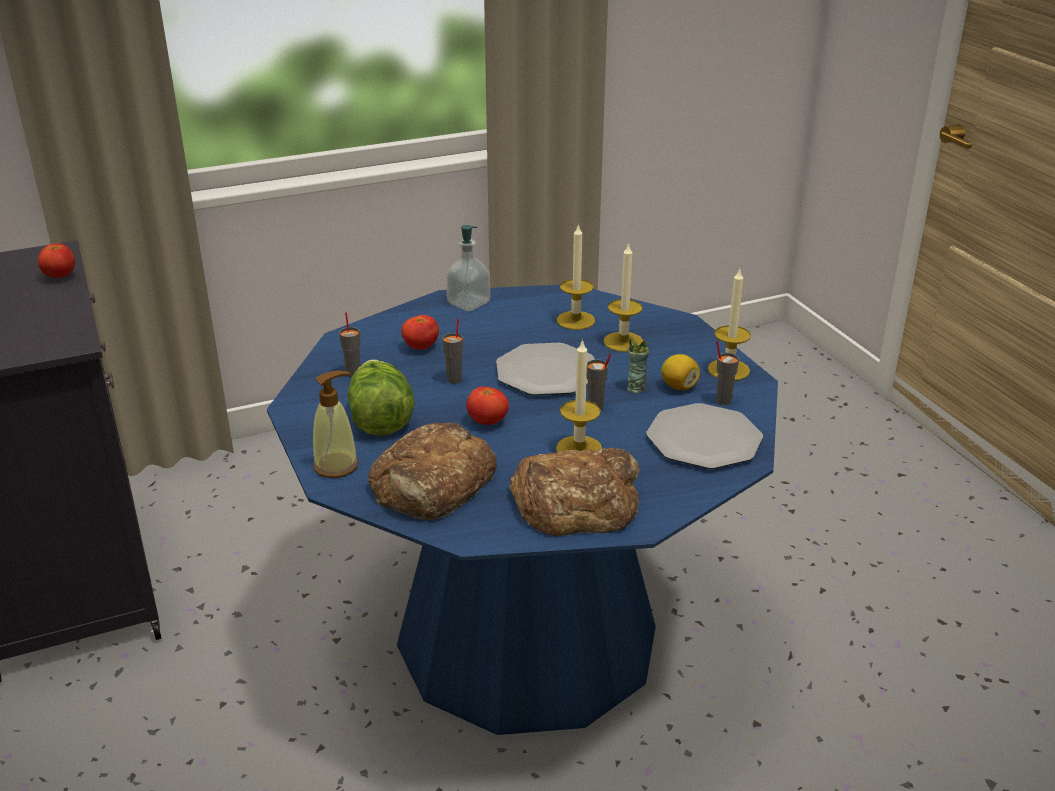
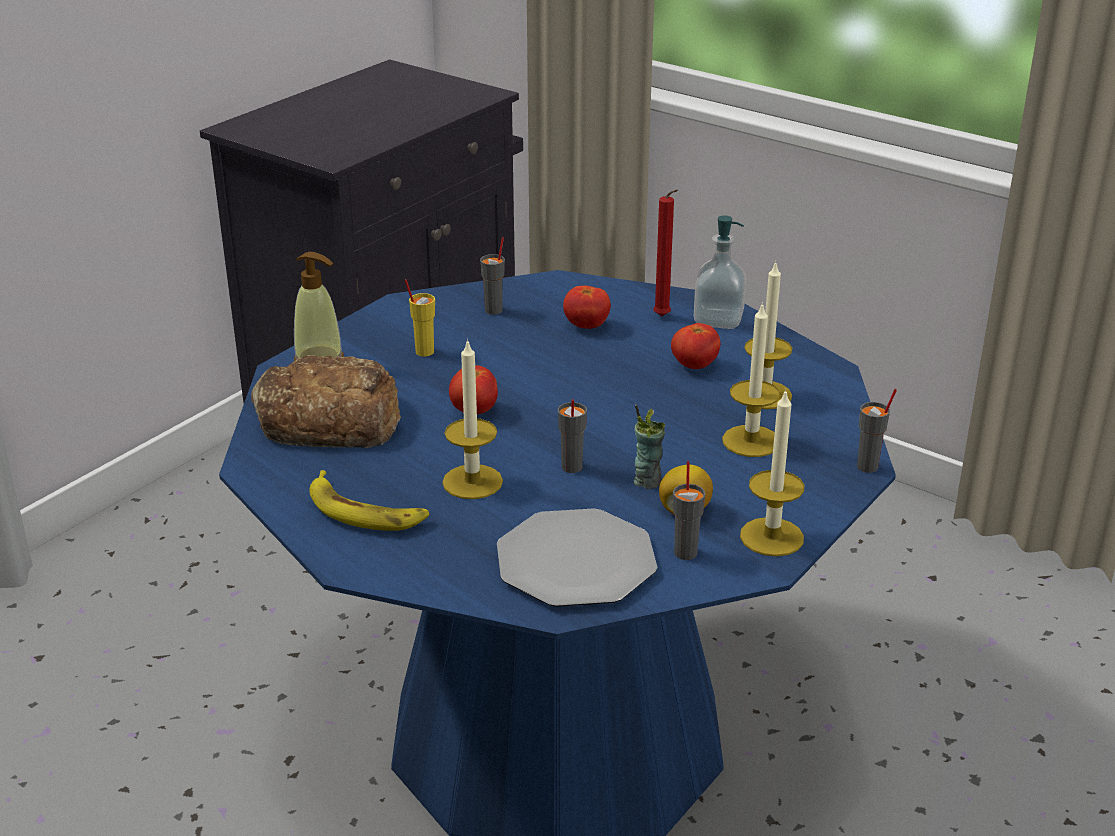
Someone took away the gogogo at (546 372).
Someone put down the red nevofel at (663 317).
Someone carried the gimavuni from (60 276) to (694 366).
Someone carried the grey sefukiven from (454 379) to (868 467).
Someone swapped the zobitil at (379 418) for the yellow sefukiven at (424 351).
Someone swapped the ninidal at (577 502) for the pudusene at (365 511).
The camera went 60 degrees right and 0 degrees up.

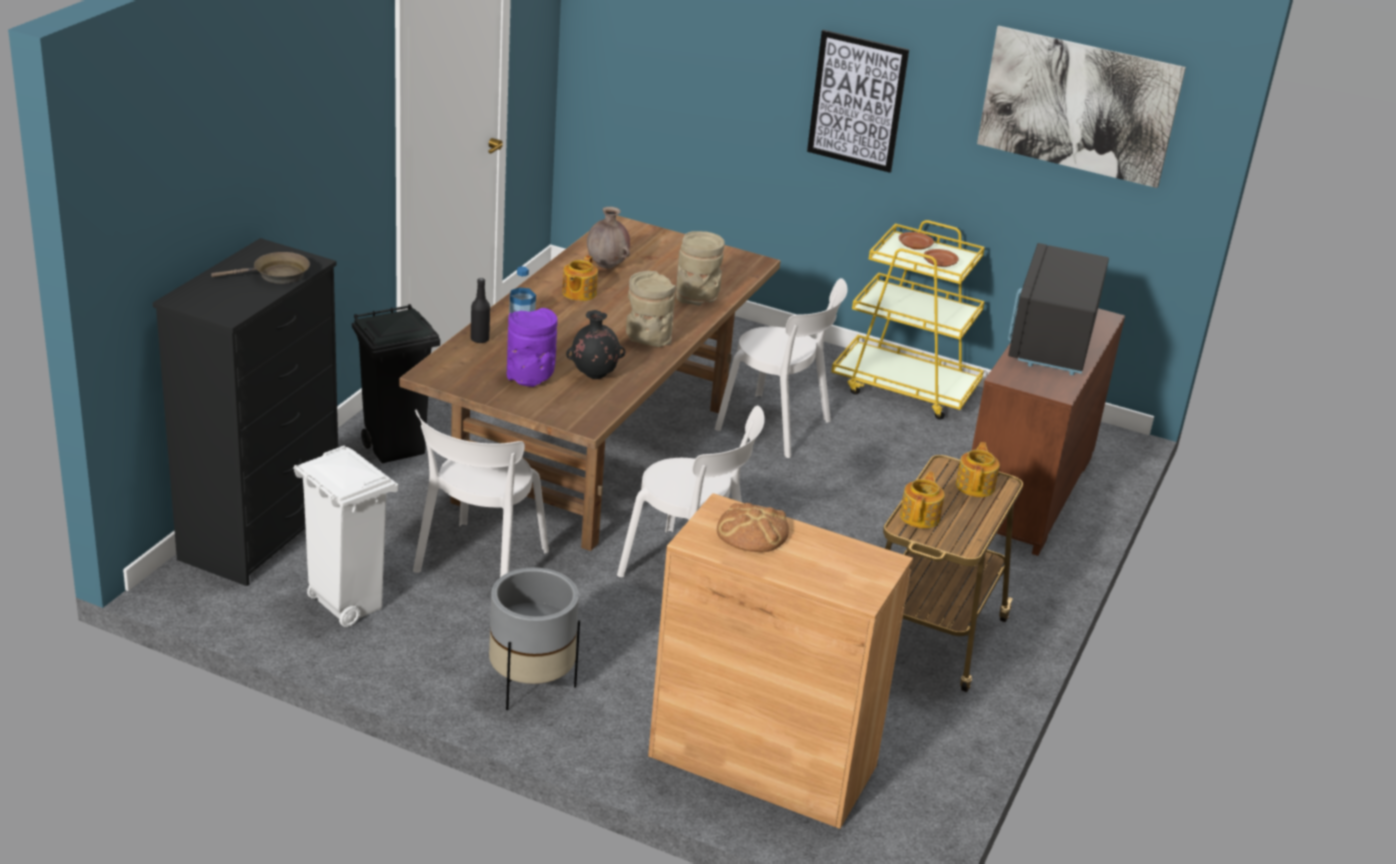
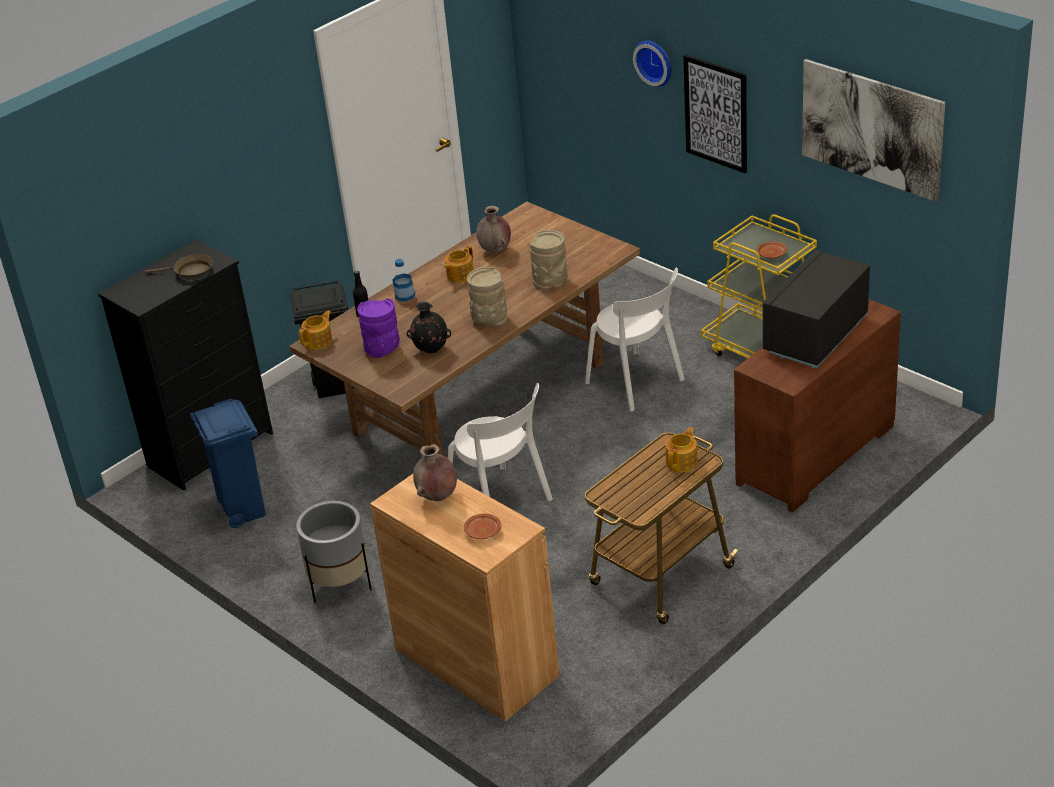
Someone took away the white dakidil at (478 564).
Someone put up the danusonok at (655 61).
Someone carried the brown gogogo from (914 246) to (482 532).
Someone carried the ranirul from (920 516) to (319 341).
Someone swapped the ninidal at (752 532) for the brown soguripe at (437 497).
Someone repainted the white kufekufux at (346 605), which became the blue kufekufux at (243 511).
The camera went 25 degrees right and 5 degrees up.

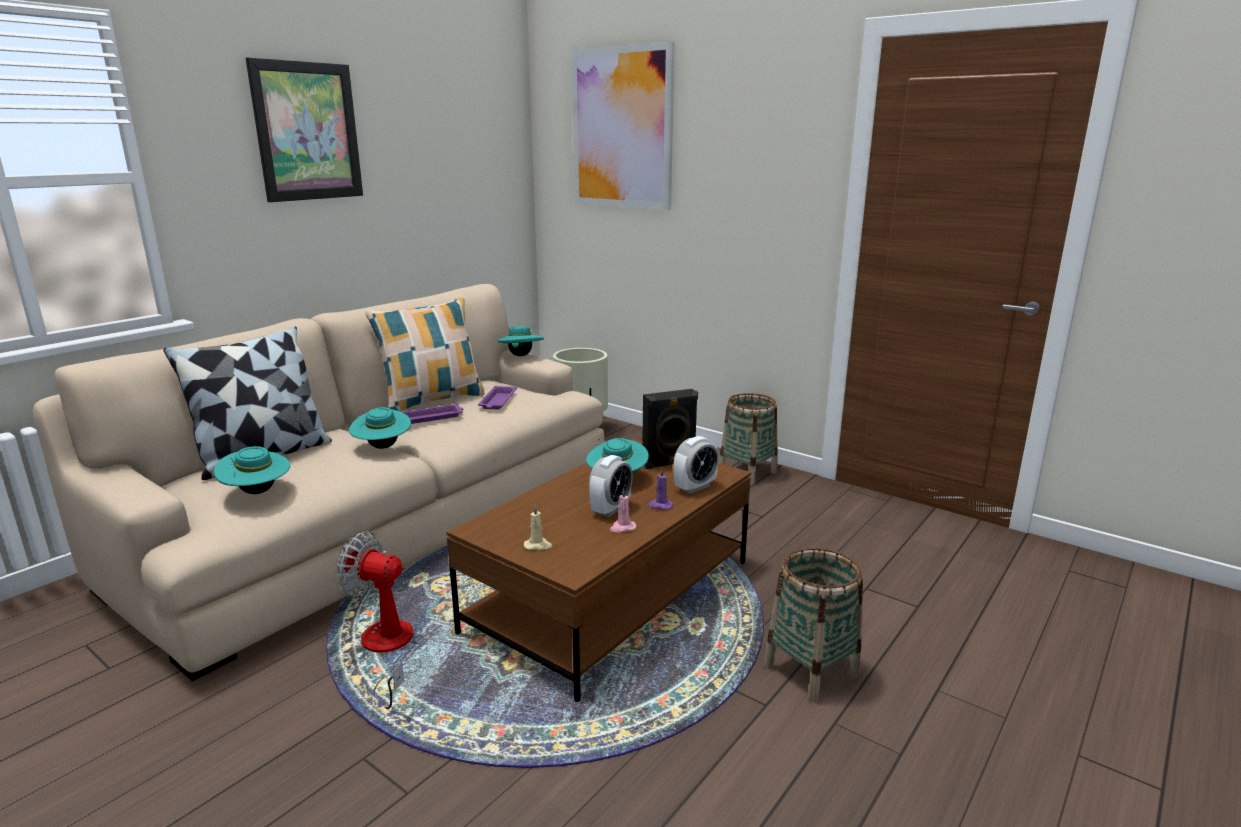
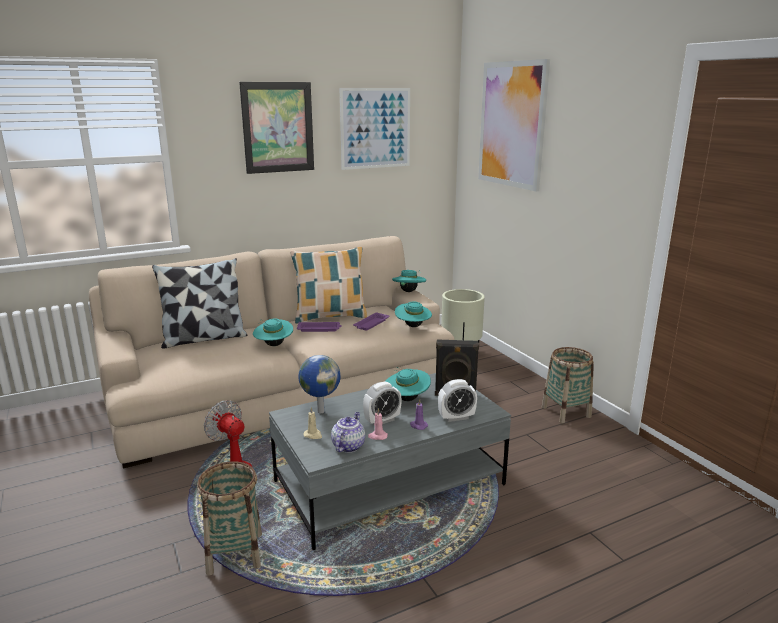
Someone put down the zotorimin at (320 411).
Someone put down the ranirul at (348 446).
Someone put up the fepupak at (375 128).
Someone carried the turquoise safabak from (257 492) to (413 326).
Someone carried the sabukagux from (810 670) to (235 553).
Someone repainted the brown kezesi at (611 596), which became the grey kezesi at (389 483).
The camera went 25 degrees right and 0 degrees up.

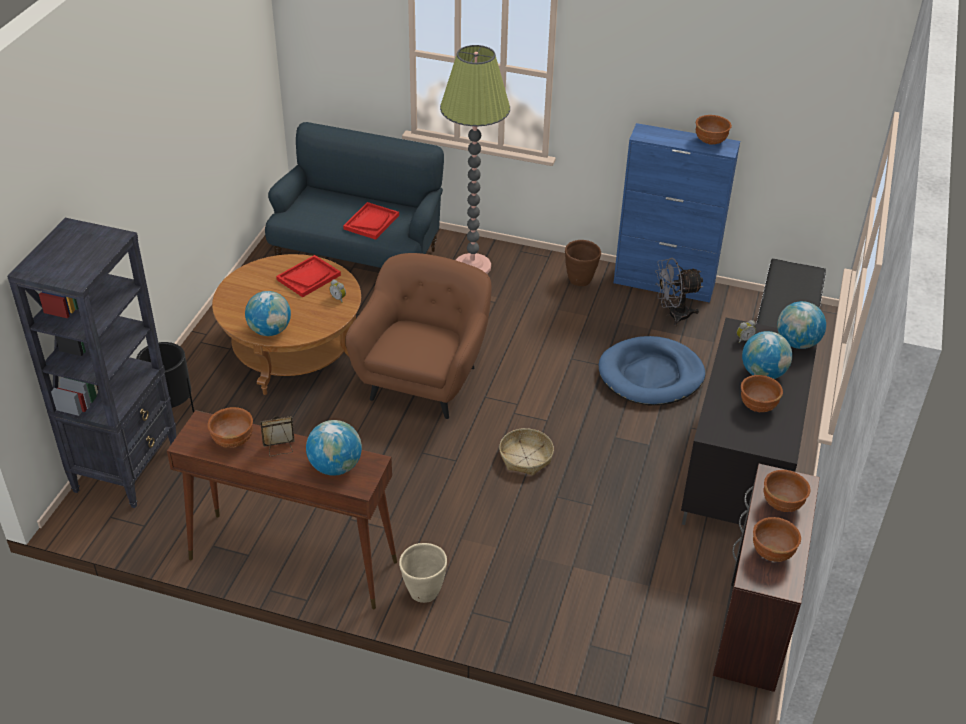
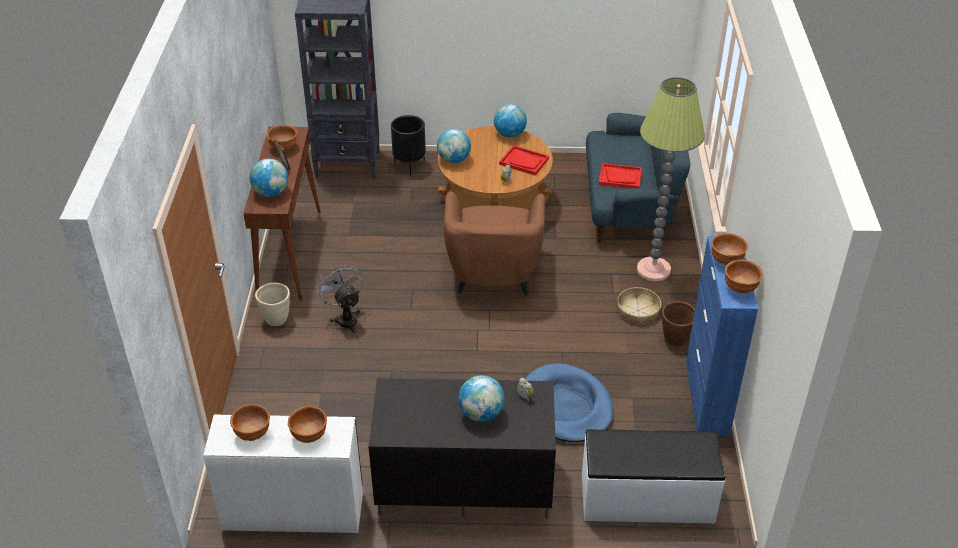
Someone carried the sabukagux from (526 458) to (638 310).
Someone carried the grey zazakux from (673 315) to (345 318).
Someone carried the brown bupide from (757 406) to (726 260).
Someone carried the zotorimin from (797 343) to (509 134).
Someone repainted the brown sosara at (753 619), which became the white sosara at (293 510).
Someone rotated the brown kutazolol at (424 380) by 90 degrees clockwise.
The camera went 75 degrees right and 0 degrees up.

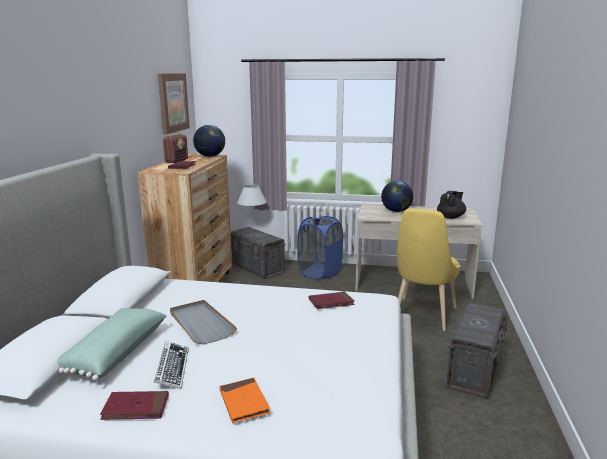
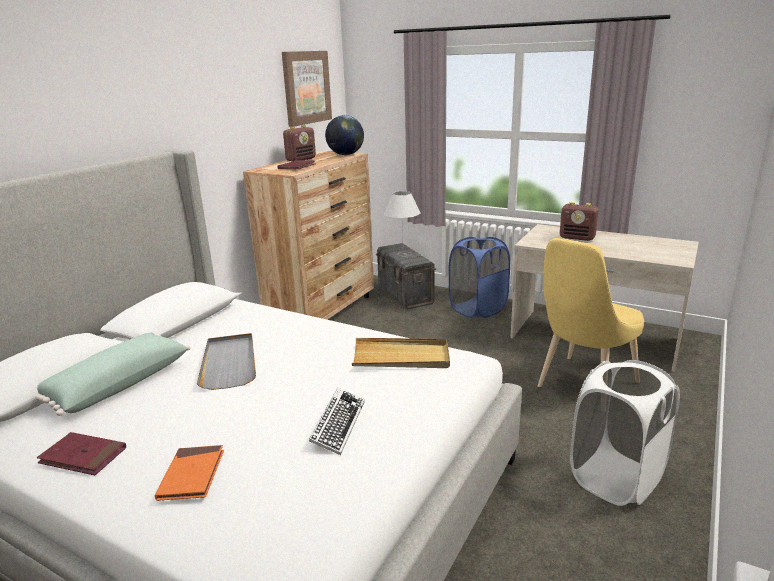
Someone took away the black ranirul at (451 217).
Someone carried the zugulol from (172 368) to (338 424).
Someone swapped the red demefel at (331 302) for the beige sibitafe at (401 357).
Someone swapped the zotorimin at (396 211) for the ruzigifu at (577 238).
Someone swapped the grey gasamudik at (474 370) for the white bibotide at (616 478).
The camera went 20 degrees right and 5 degrees up.

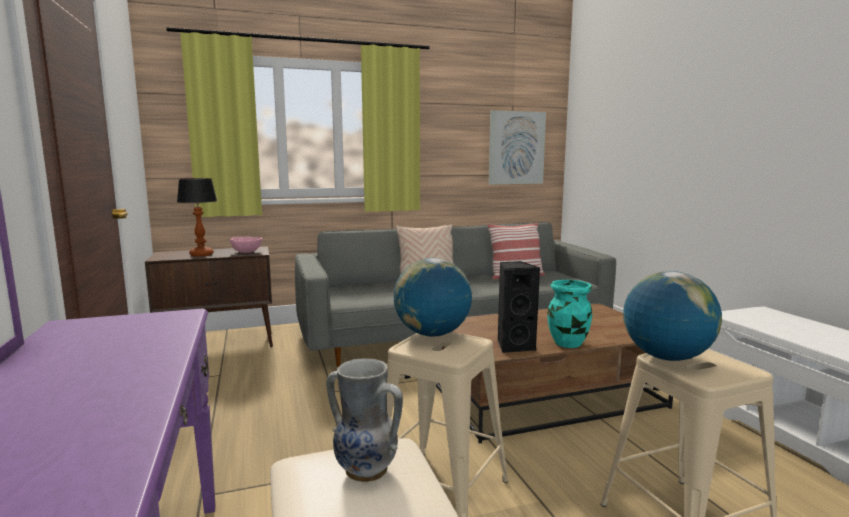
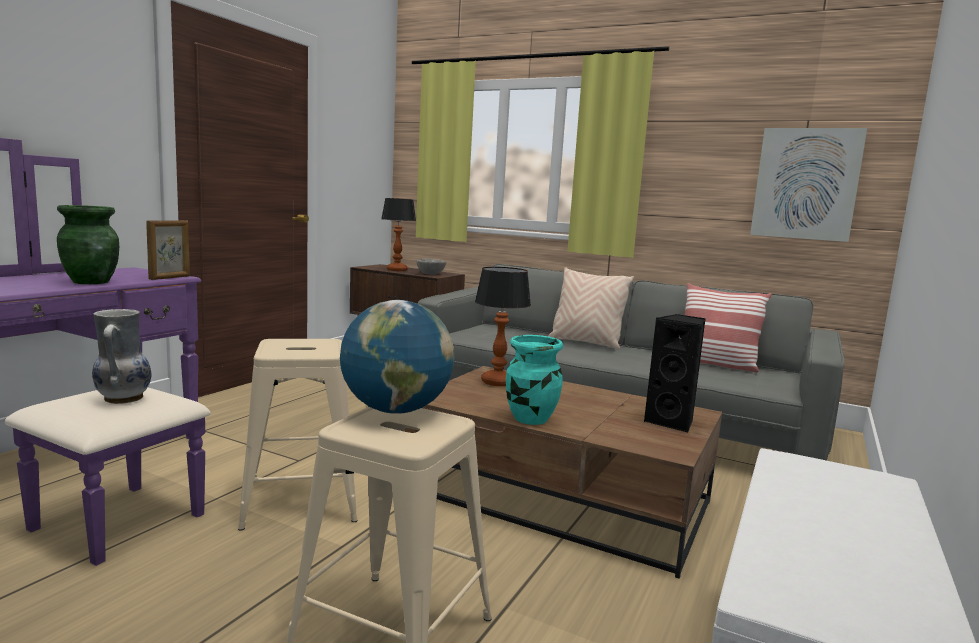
Someone took away the zotorimin at (432 334).
Someone put down the green soguripe at (92 282).
Someone put down the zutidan at (170 278).
Someone put down the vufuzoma at (498 382).
Someone carried the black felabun from (514 346) to (672 422).
Someone repainted the pink bupide at (246 252), which became the grey bupide at (430 274).
The camera went 45 degrees right and 0 degrees up.

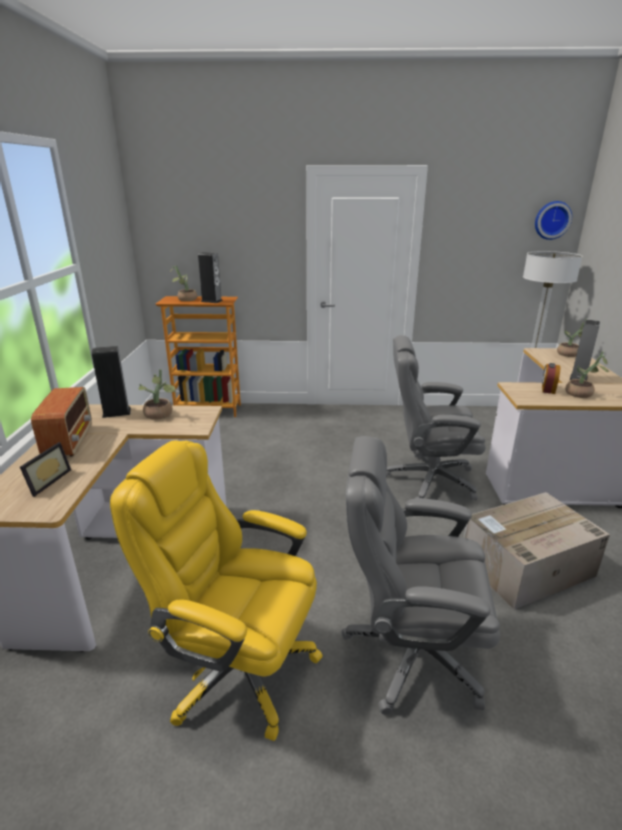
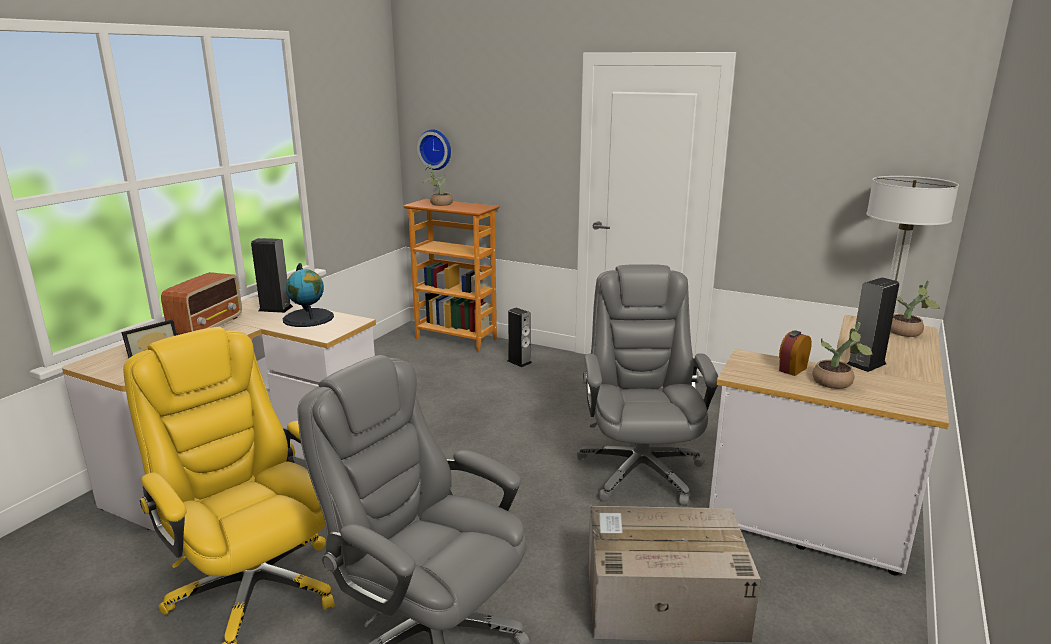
Someone carried the felabun from (211 301) to (519 362).
Someone carried the danusonok from (551 220) to (436 149).
Someone swapped the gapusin at (160 415) for the zotorimin at (308 318).
Someone rotated the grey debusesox at (428 480) by 60 degrees clockwise.
The camera went 25 degrees right and 5 degrees down.

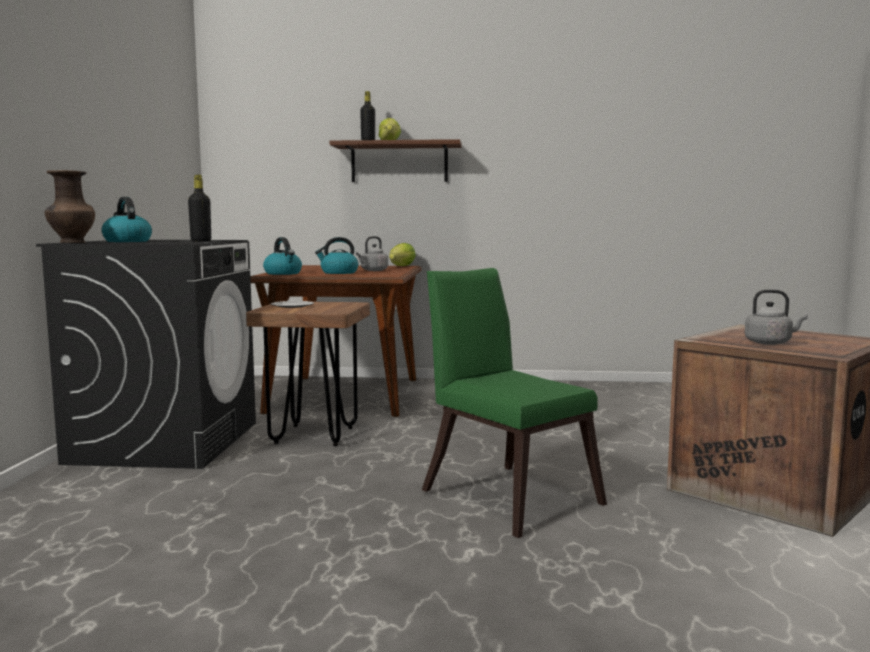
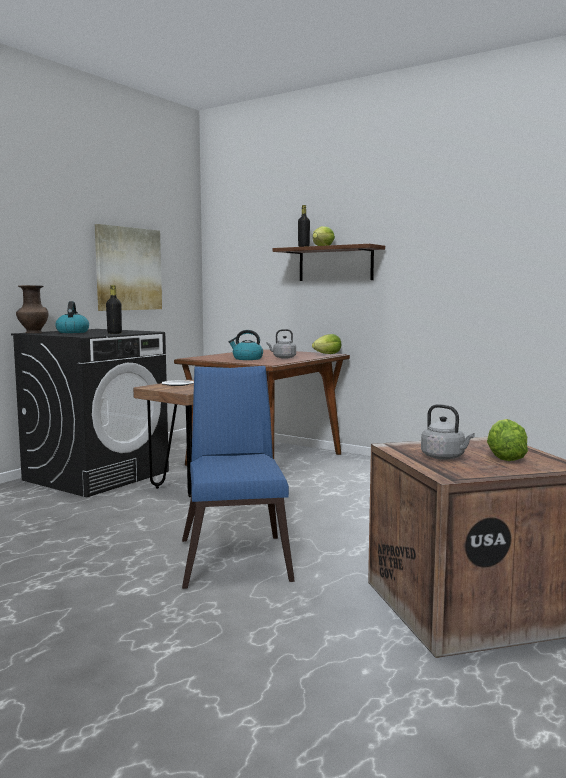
Someone took away the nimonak at (283 273).
Someone put up the fepupak at (128 269).
Someone put down the zobitil at (504 457).
Someone repainted the green dakidil at (505 494), which became the blue dakidil at (236 556).
The camera went 30 degrees right and 0 degrees up.

